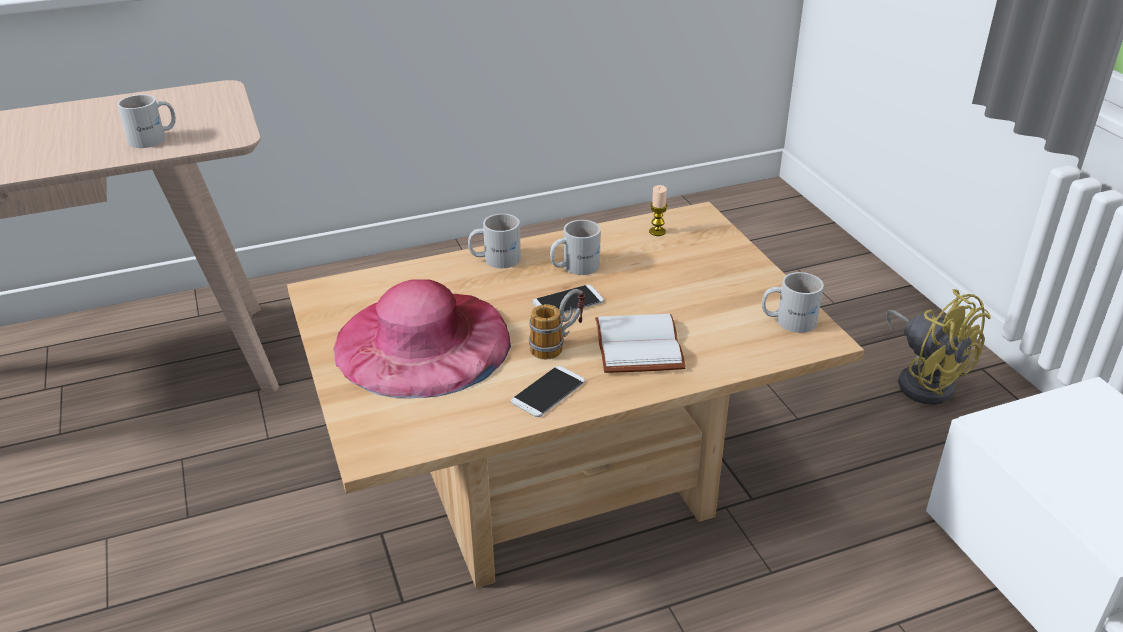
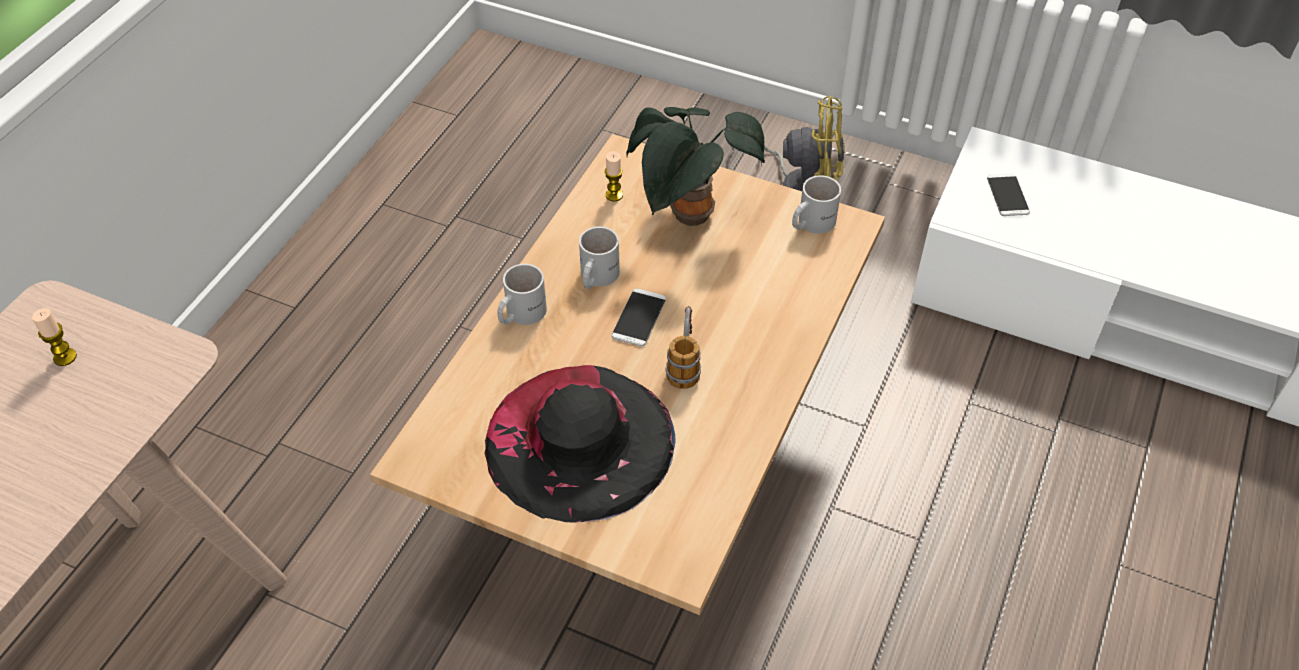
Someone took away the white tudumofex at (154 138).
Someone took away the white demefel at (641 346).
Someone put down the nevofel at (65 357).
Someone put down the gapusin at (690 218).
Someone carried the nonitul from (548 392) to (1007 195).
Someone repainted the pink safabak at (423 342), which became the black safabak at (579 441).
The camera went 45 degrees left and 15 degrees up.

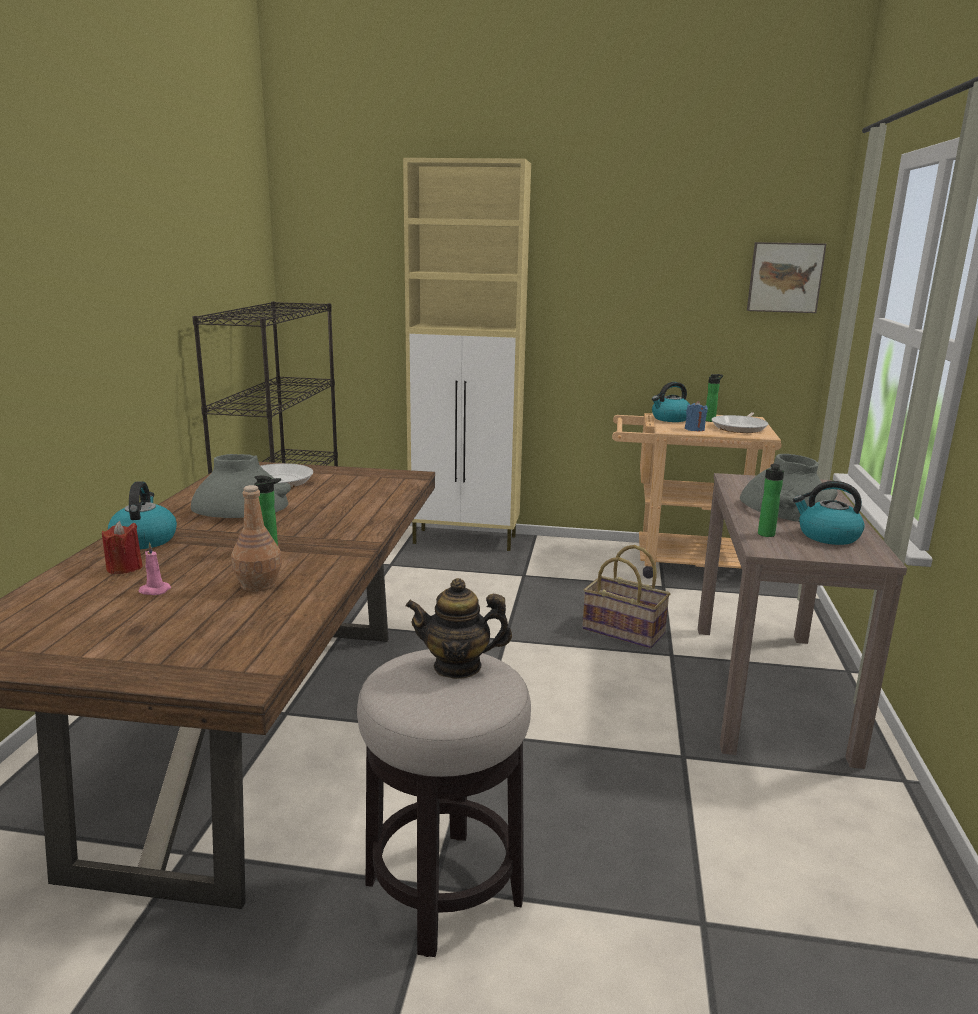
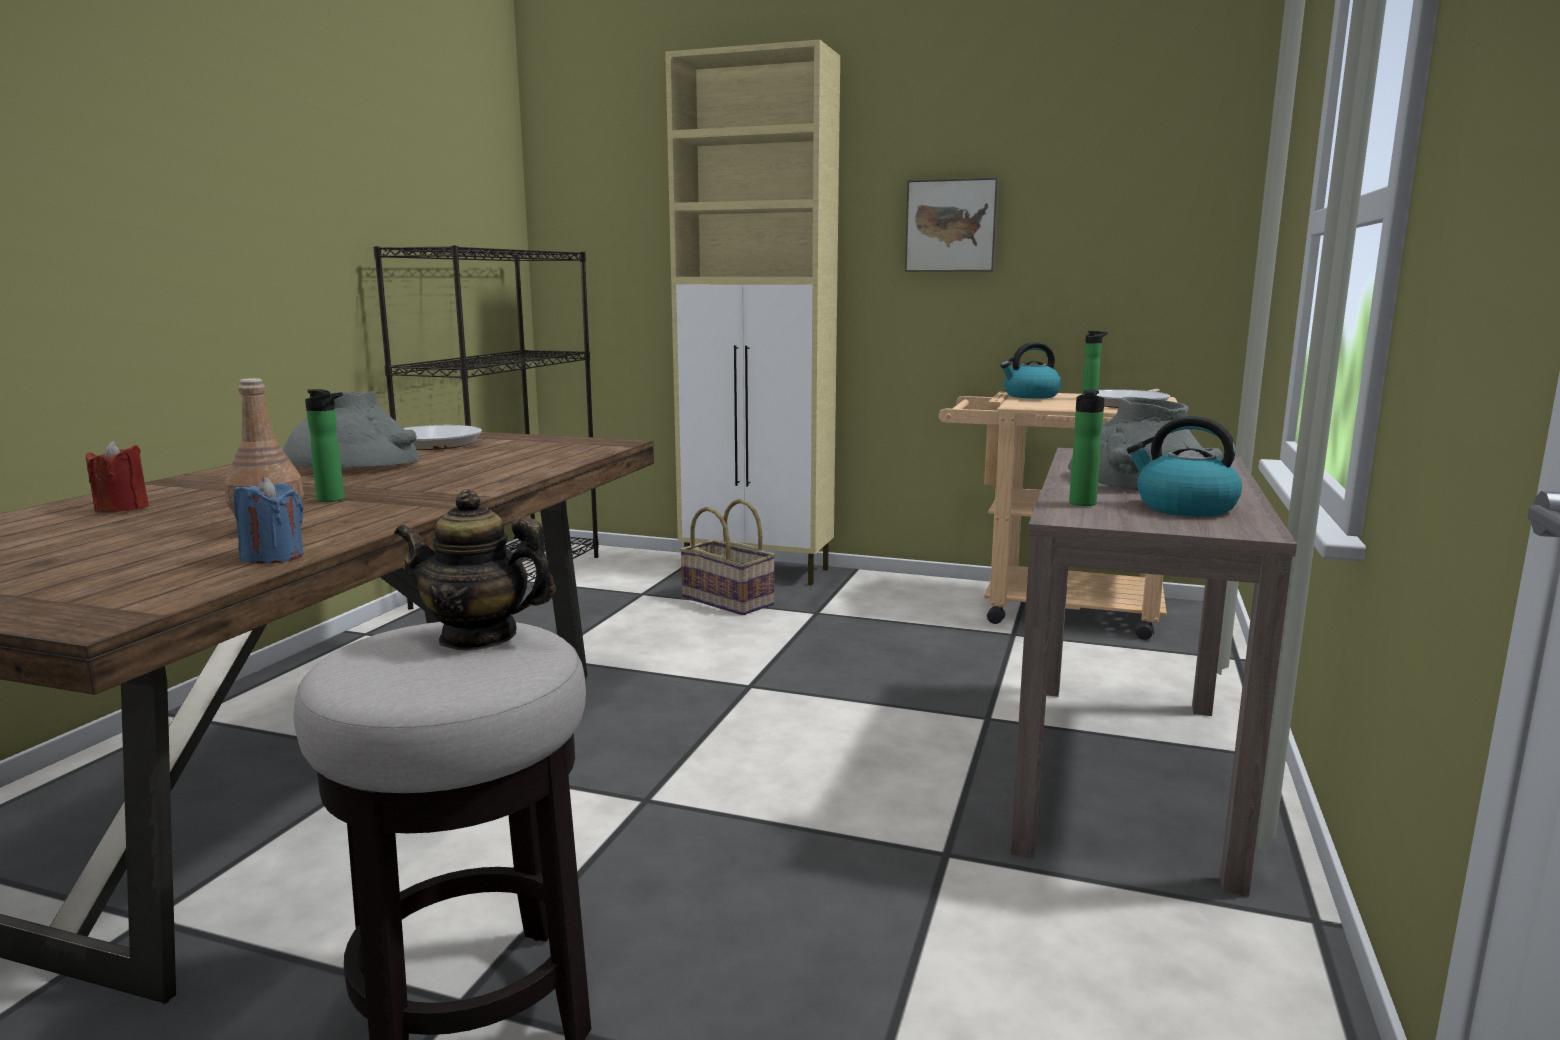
Someone took away the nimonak at (144 540).
Someone took away the pink nevofel at (154 591).
Someone carried the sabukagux from (624 631) to (729 600).
Someone carried the blue nevofel from (694 429) to (273 557).
Someone carried the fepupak from (784 277) to (951 226).
The camera went 10 degrees right and 5 degrees down.

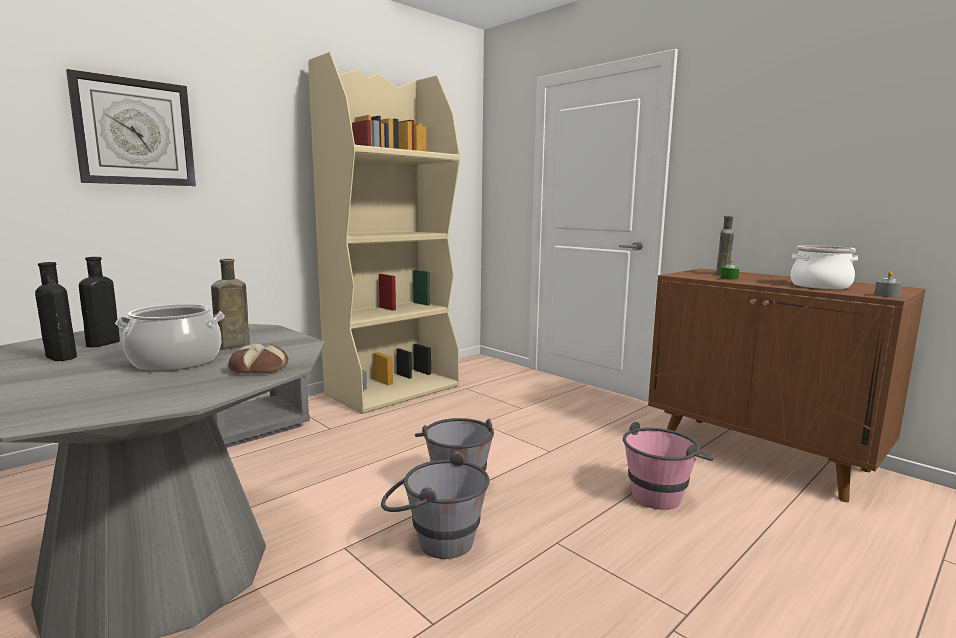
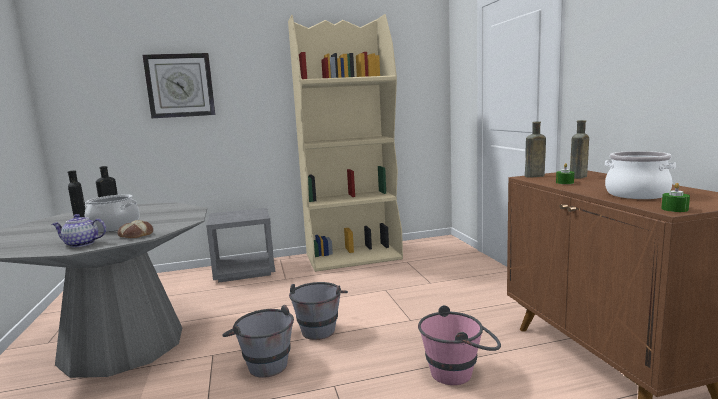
Someone put down the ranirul at (81 244).
Someone carried the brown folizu from (230 346) to (533 176).
Someone repainted the grey nevofel at (886 295), which became the green nevofel at (674 209).
The camera went 30 degrees right and 0 degrees up.

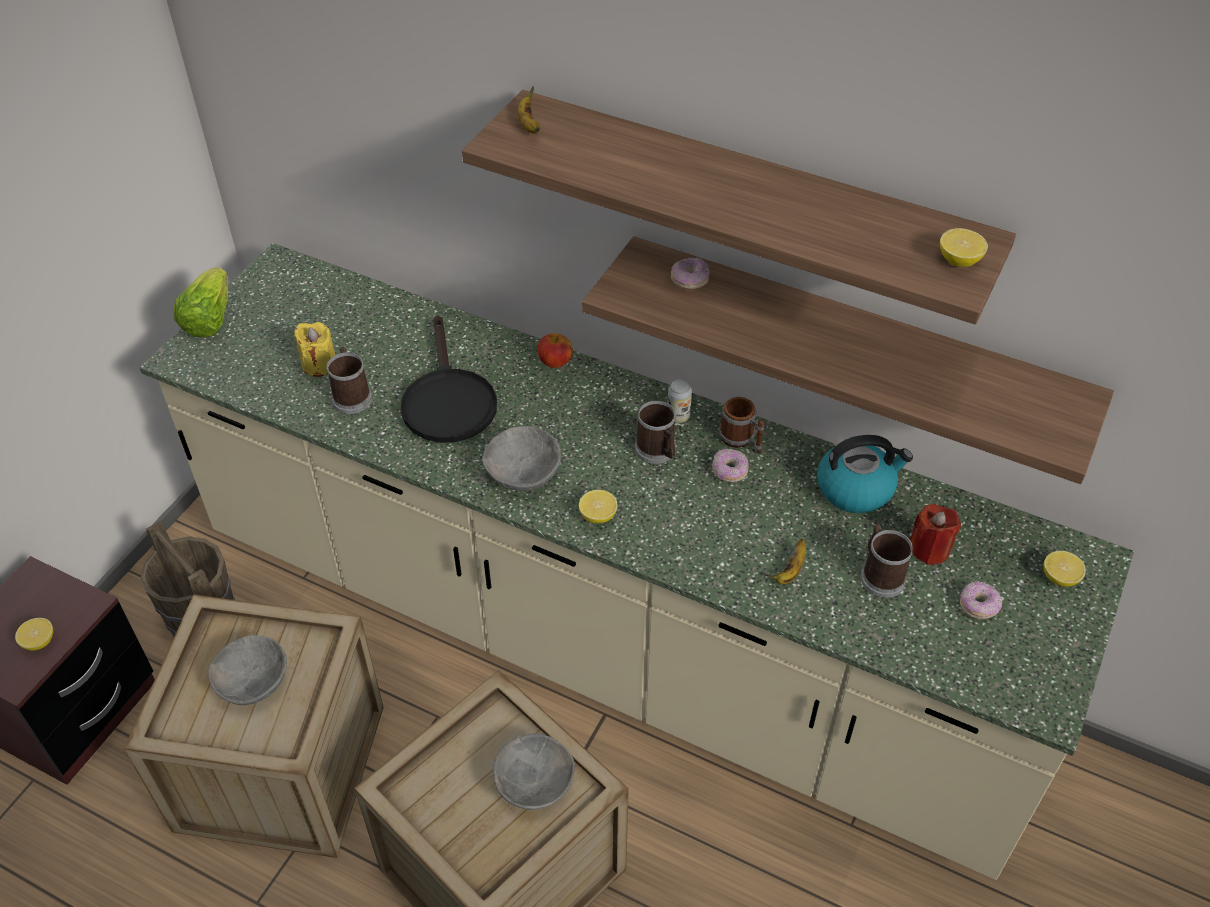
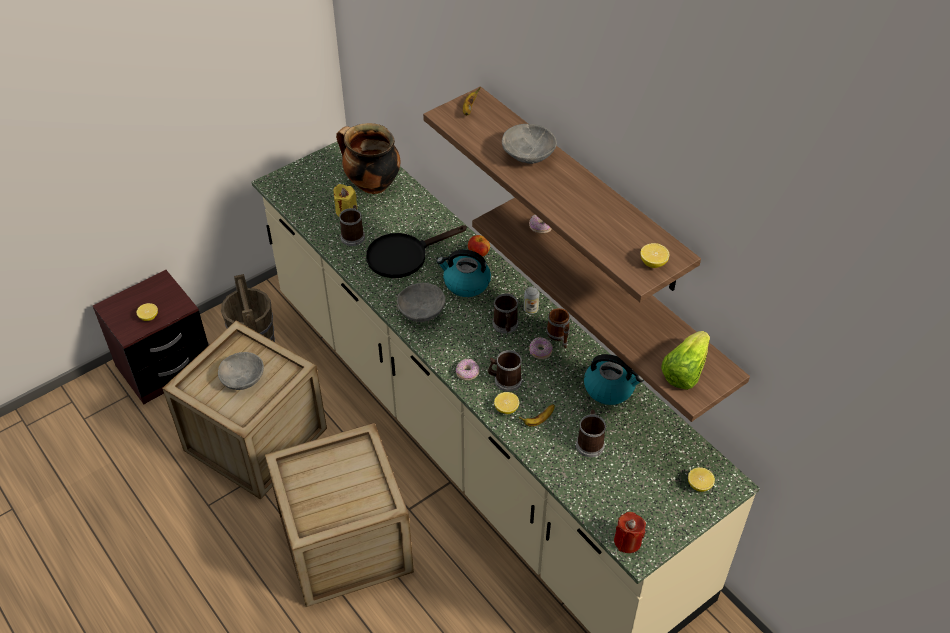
Someone put down the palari at (371 185).
Someone put down the nimonak at (465 283).
Someone put down the tudumofex at (505 380).
Someone carried the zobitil from (209 319) to (684 371).
Someone carried the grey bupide from (534 785) to (527 156).
Someone carried the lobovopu from (598 516) to (506 409).
Someone carried the red nevofel from (929 549) to (627 541).
Someone carried the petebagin from (978 606) to (467 373).
Someone rotated the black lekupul at (447 400) by 45 degrees clockwise.
The camera went 25 degrees right and 0 degrees up.

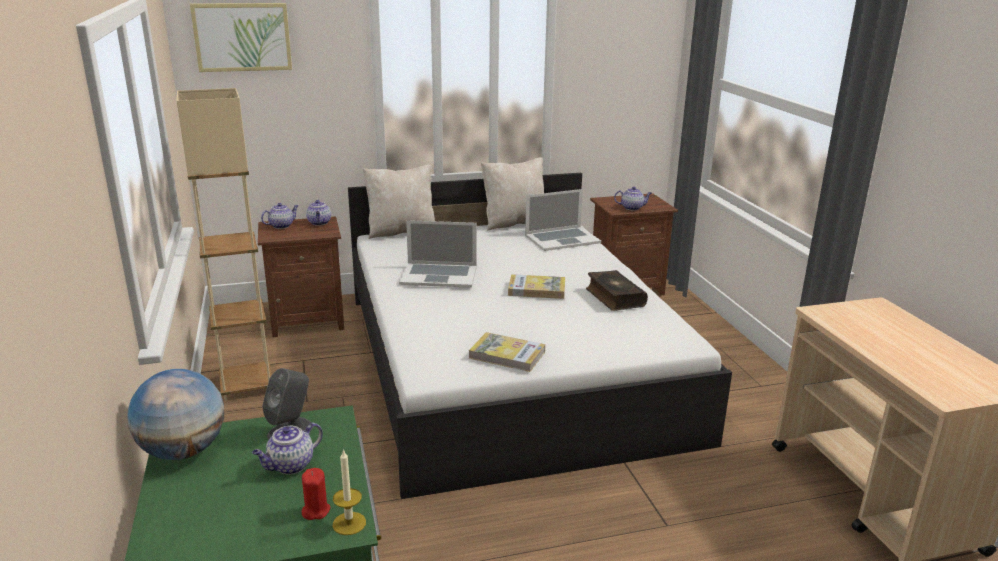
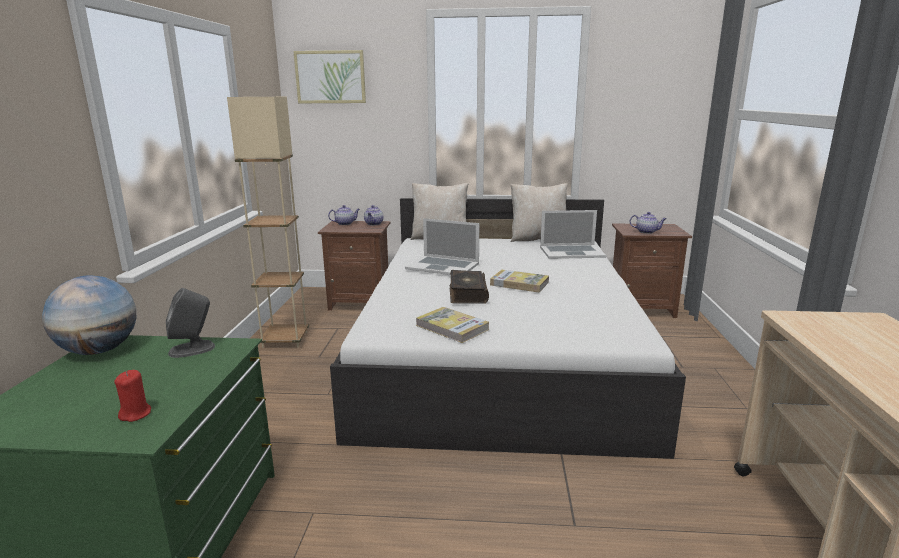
Someone took away the ranirul at (290 466).
Someone took away the nevofel at (349 523).
Someone carried the demefel from (614 298) to (467 294).
The camera went 20 degrees right and 5 degrees down.

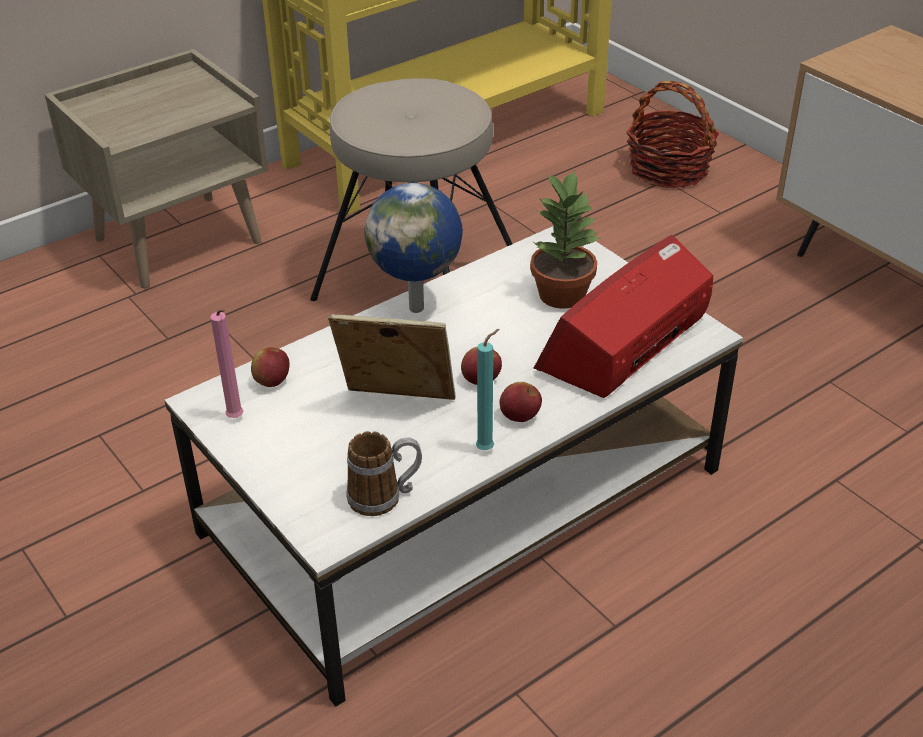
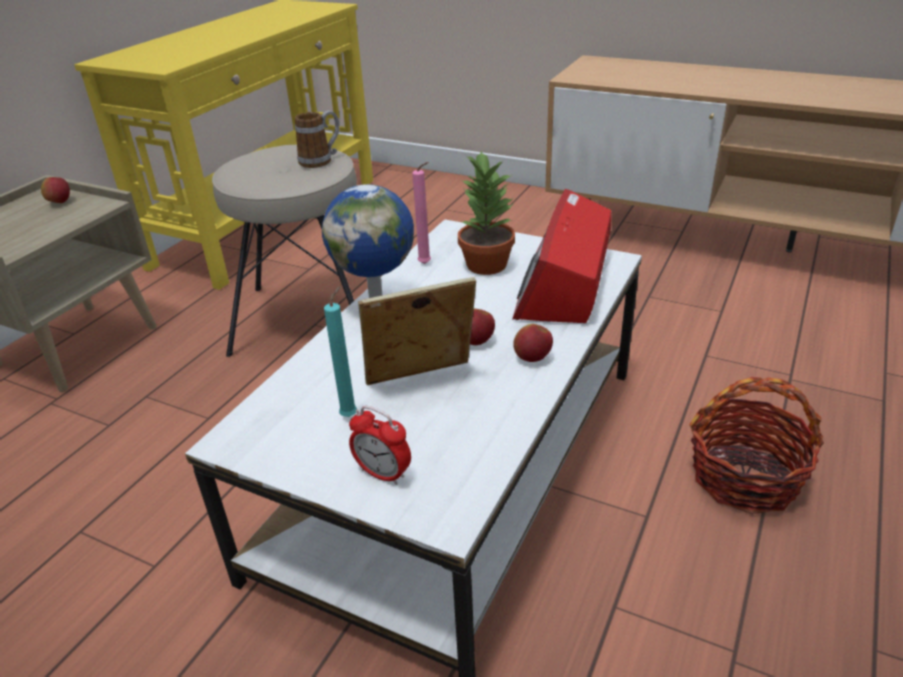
Someone put down the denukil at (383 474).
Someone carried the pink nevofel from (236 419) to (426 264).
Someone carried the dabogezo from (272 381) to (60 202).
Someone carried the tudumofex from (385 497) to (321 160).
Someone carried the turquoise nevofel from (487 448) to (351 415).
Someone carried the sabukagux from (669 169) to (745 477).
The camera went 25 degrees left and 5 degrees down.

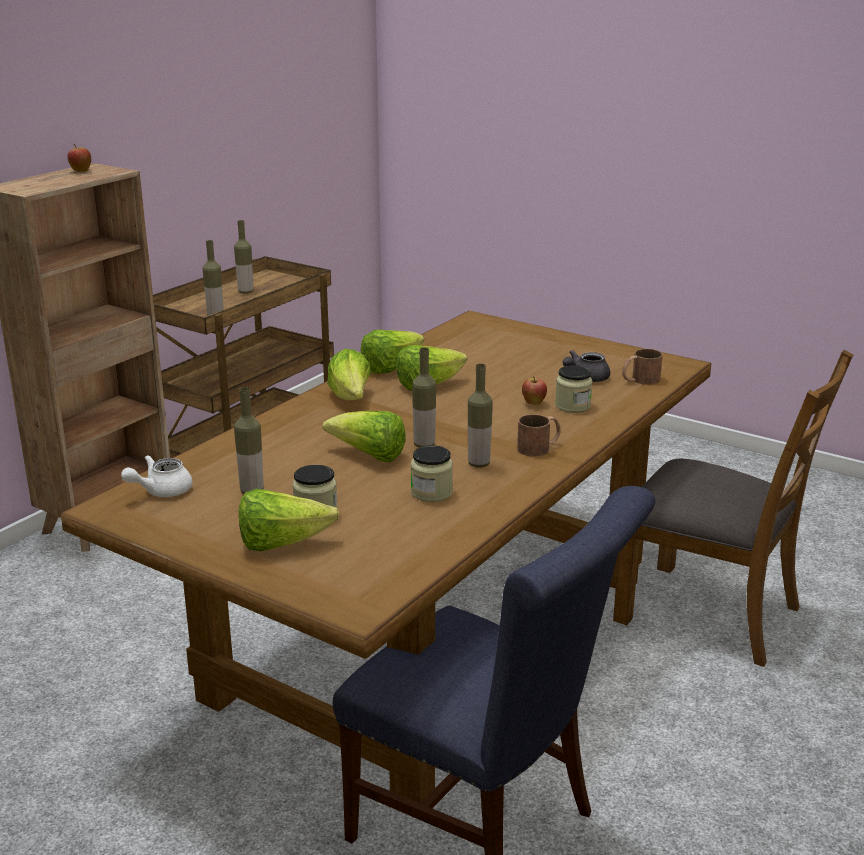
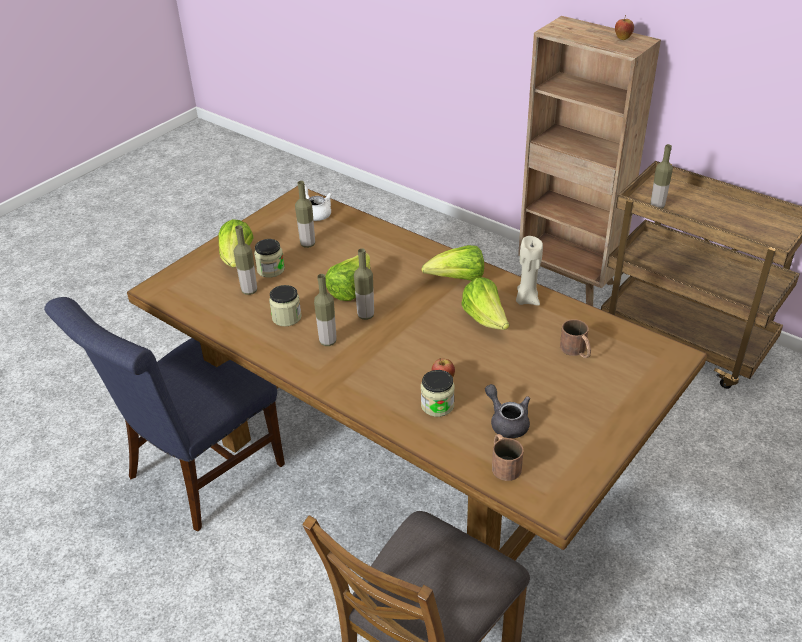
Someone carried the folizu from (245 292) to (249 291).
Someone carried the brown tudumofex from (539 447) to (576 351).
Someone swapped the zobitil at (391 368) for the beige nevofel at (526 299).
The camera went 95 degrees right and 15 degrees up.

